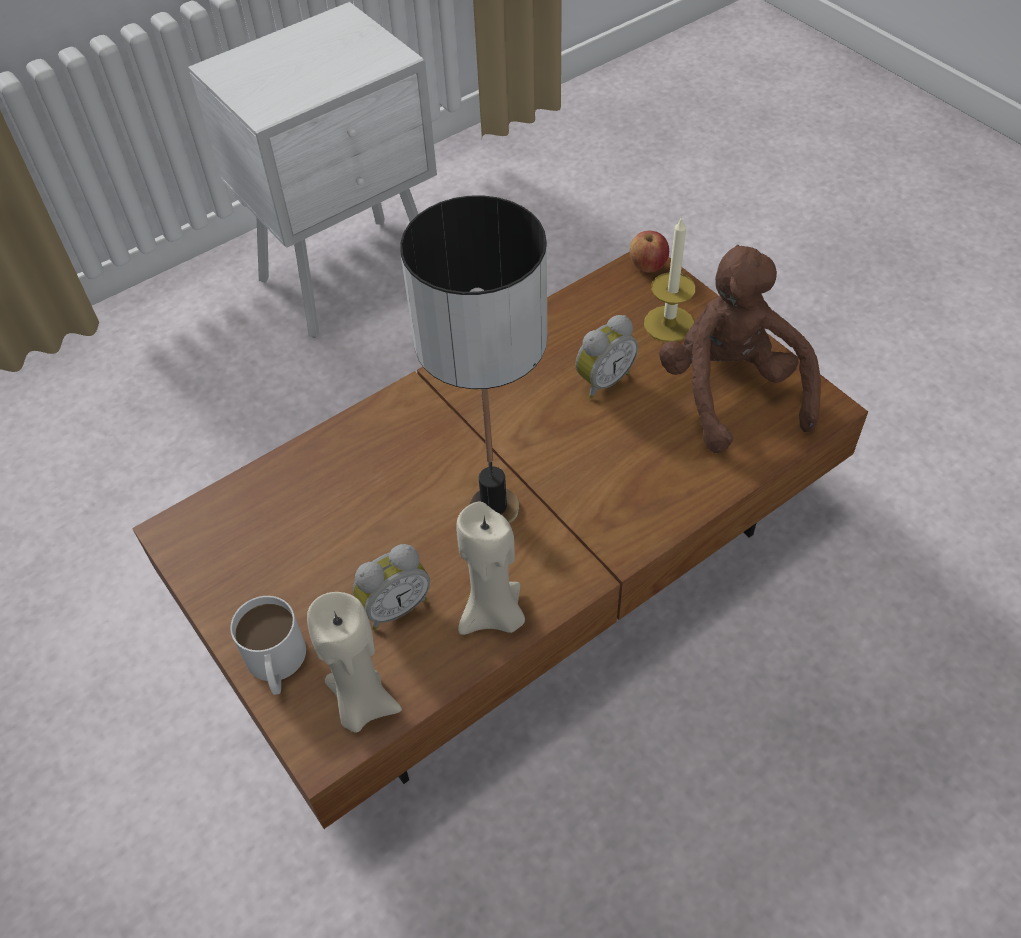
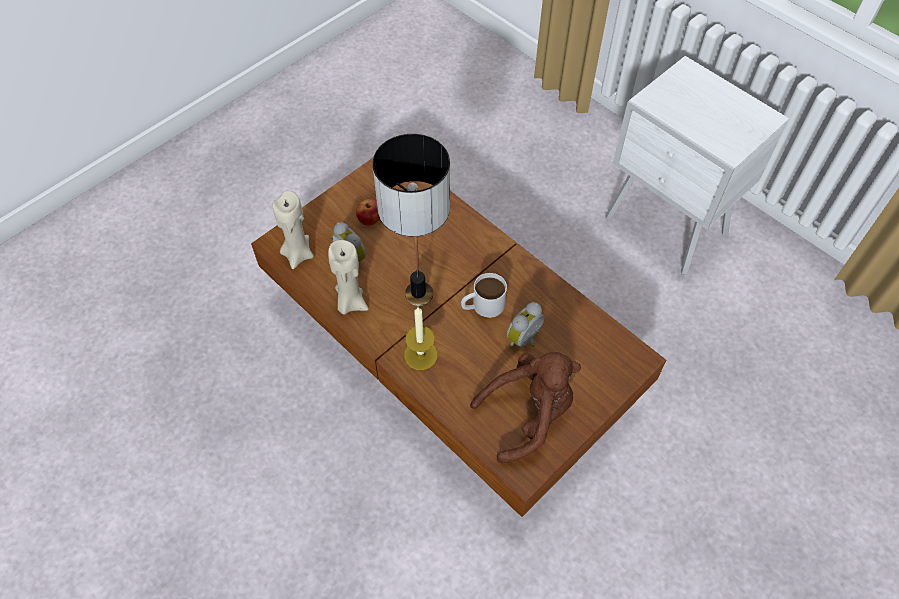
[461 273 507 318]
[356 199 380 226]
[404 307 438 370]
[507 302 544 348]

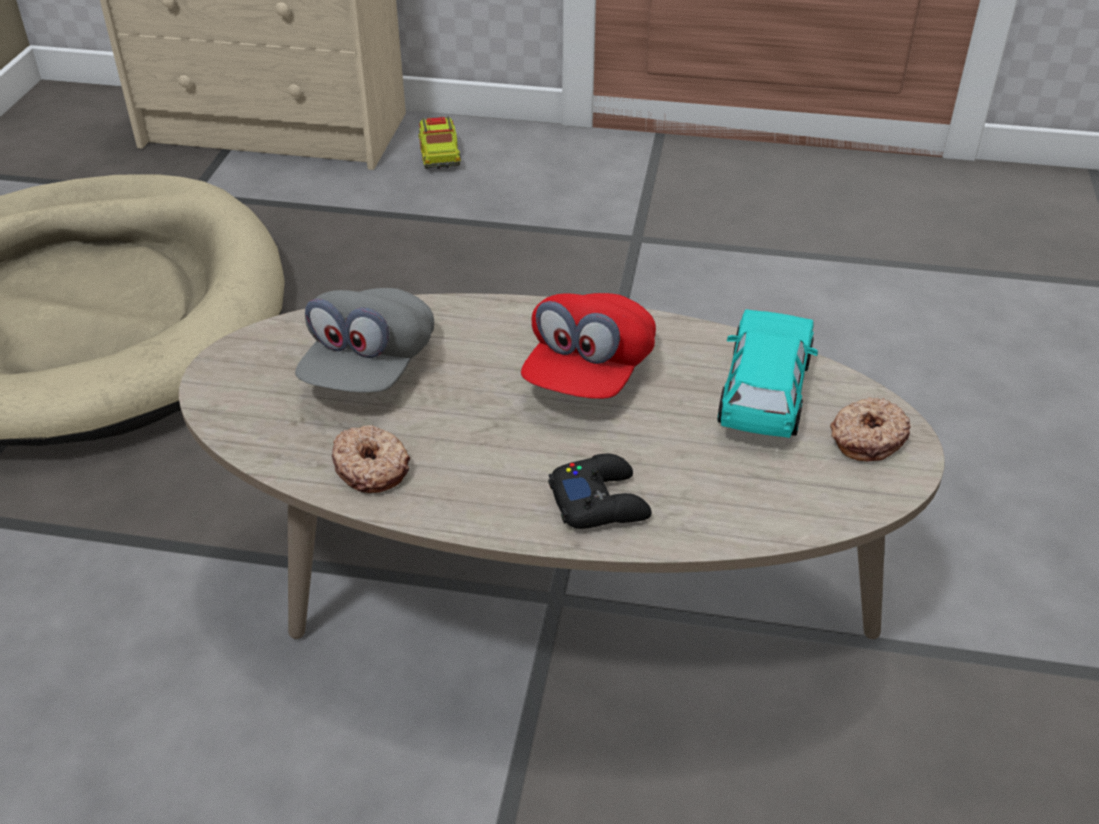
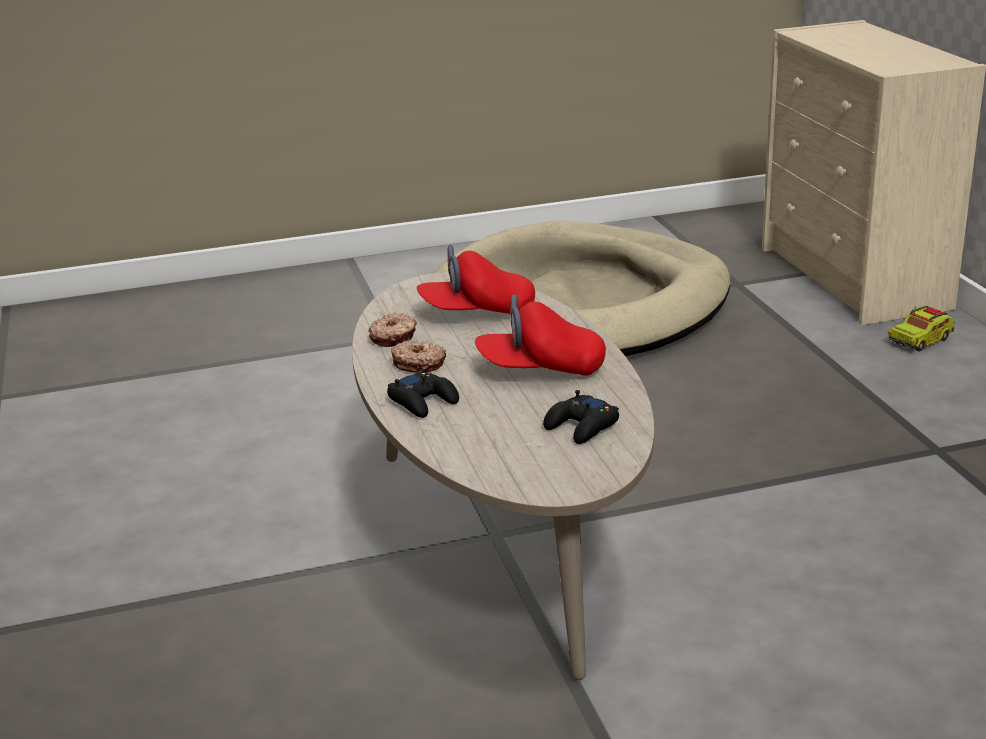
[391 340 446 373]
[543 390 619 444]
[417 245 535 314]

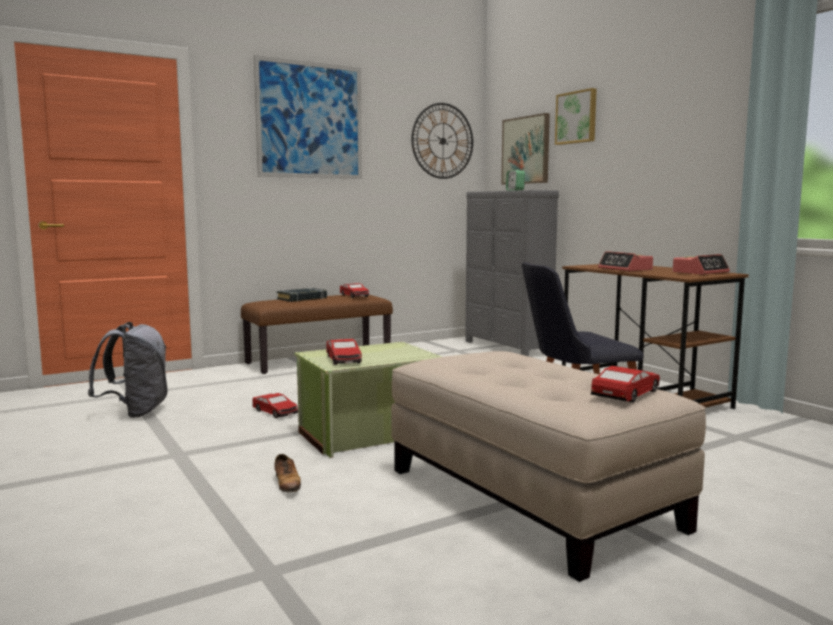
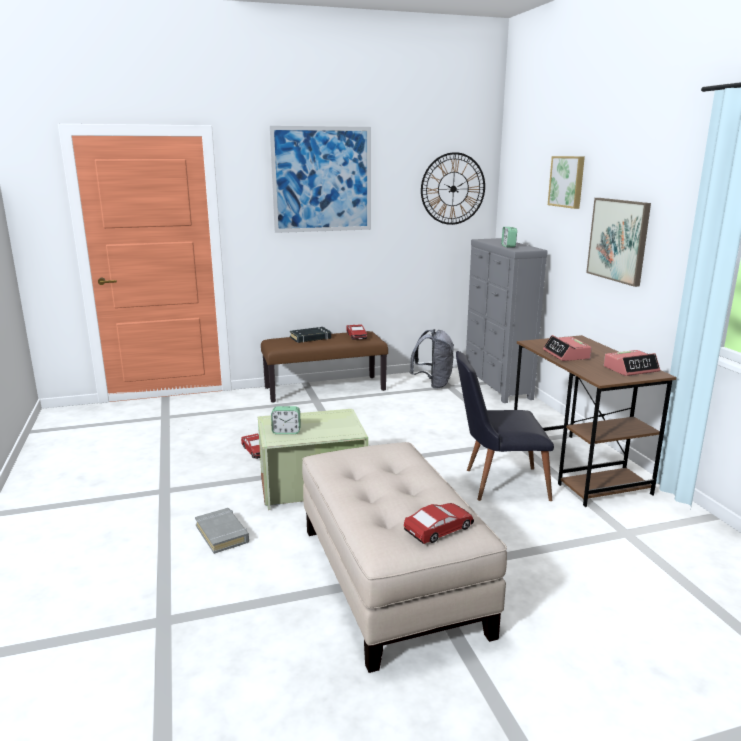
[410 329 454 389]
[586 198 651 287]
[195 508 249 554]
[271 406 301 434]

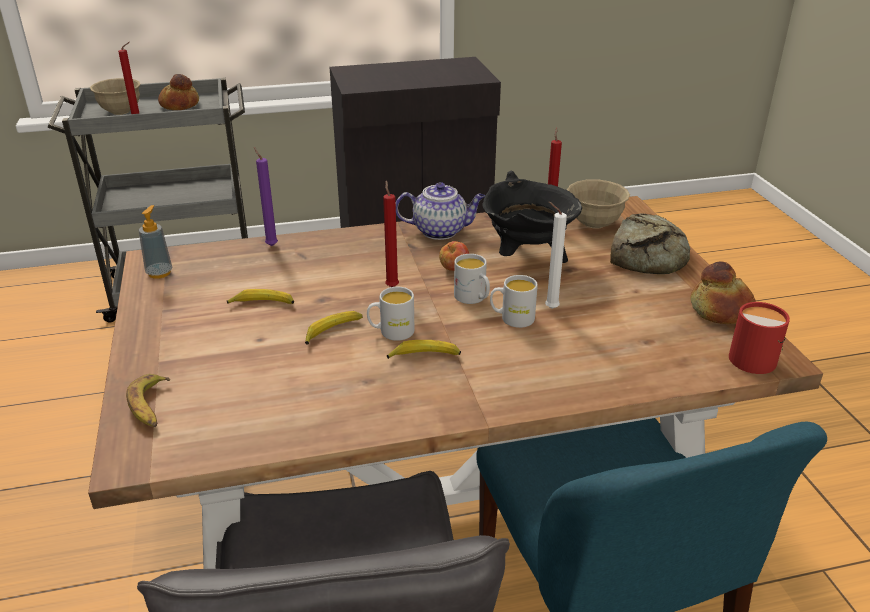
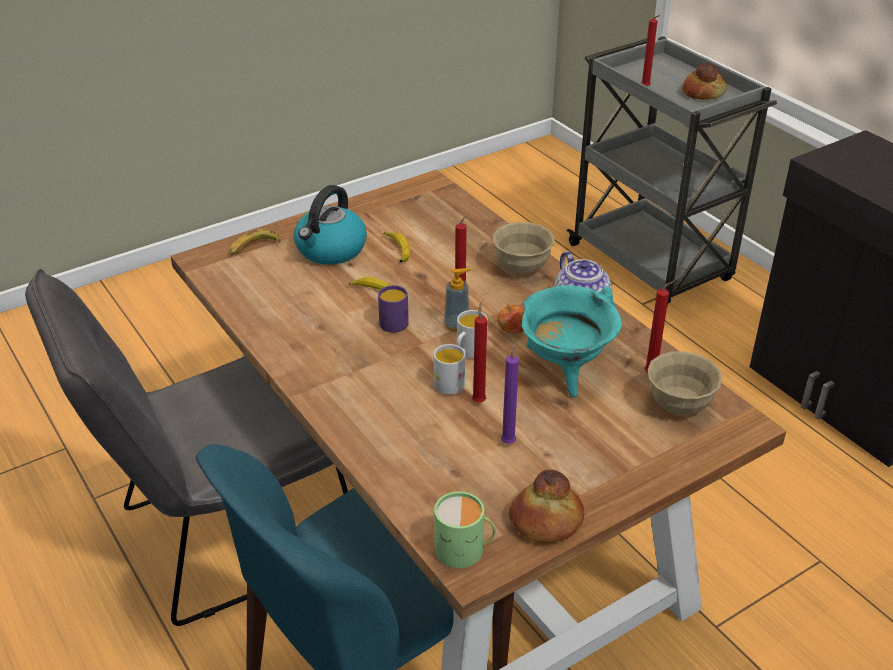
[387 340 461 359] (first image)
[610 213 690 274] (first image)
[294 185 367 265]
[492 222 555 274]
[444 268 471 332]
[501 342 519 444]
[378 285 409 332]
[522 285 622 398]
[472 302 487 403]
[434 491 496 568]

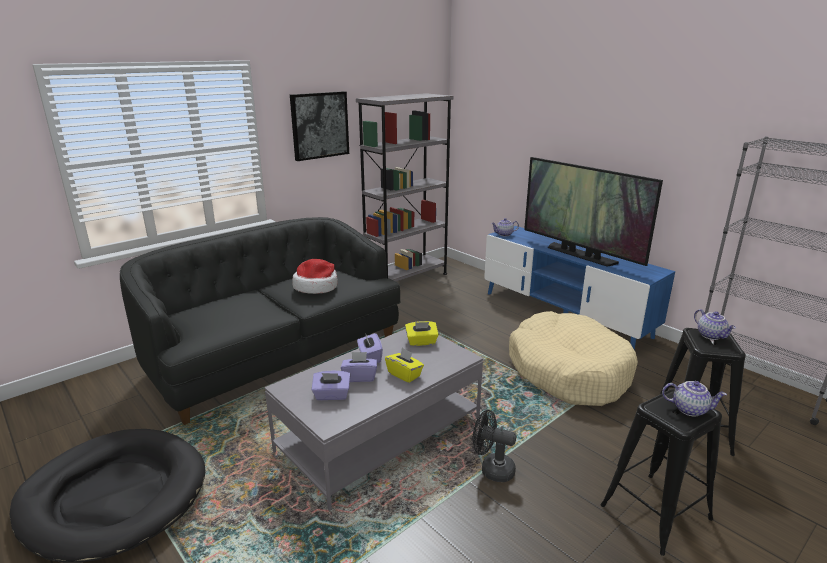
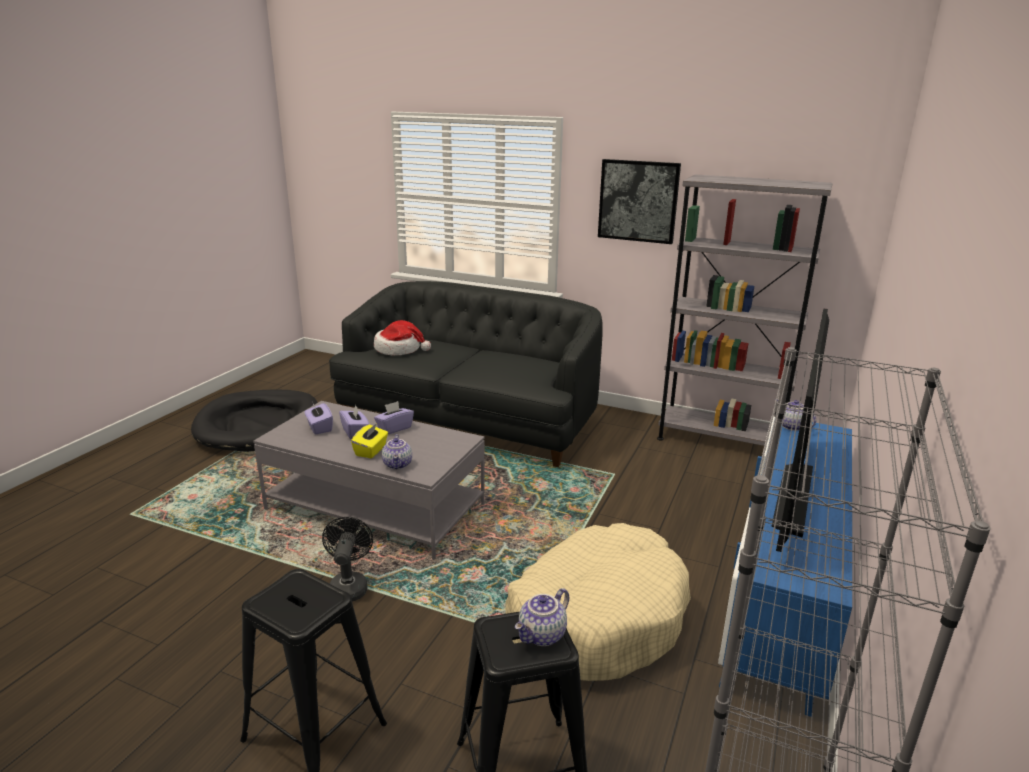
[405 321 439 346] (first image)
[374 320 431 355]
[382 434 412 470]

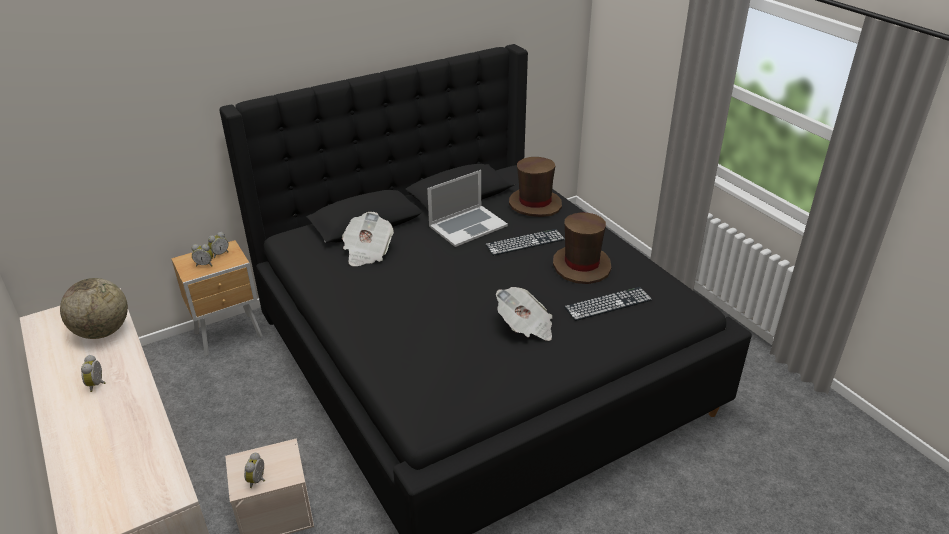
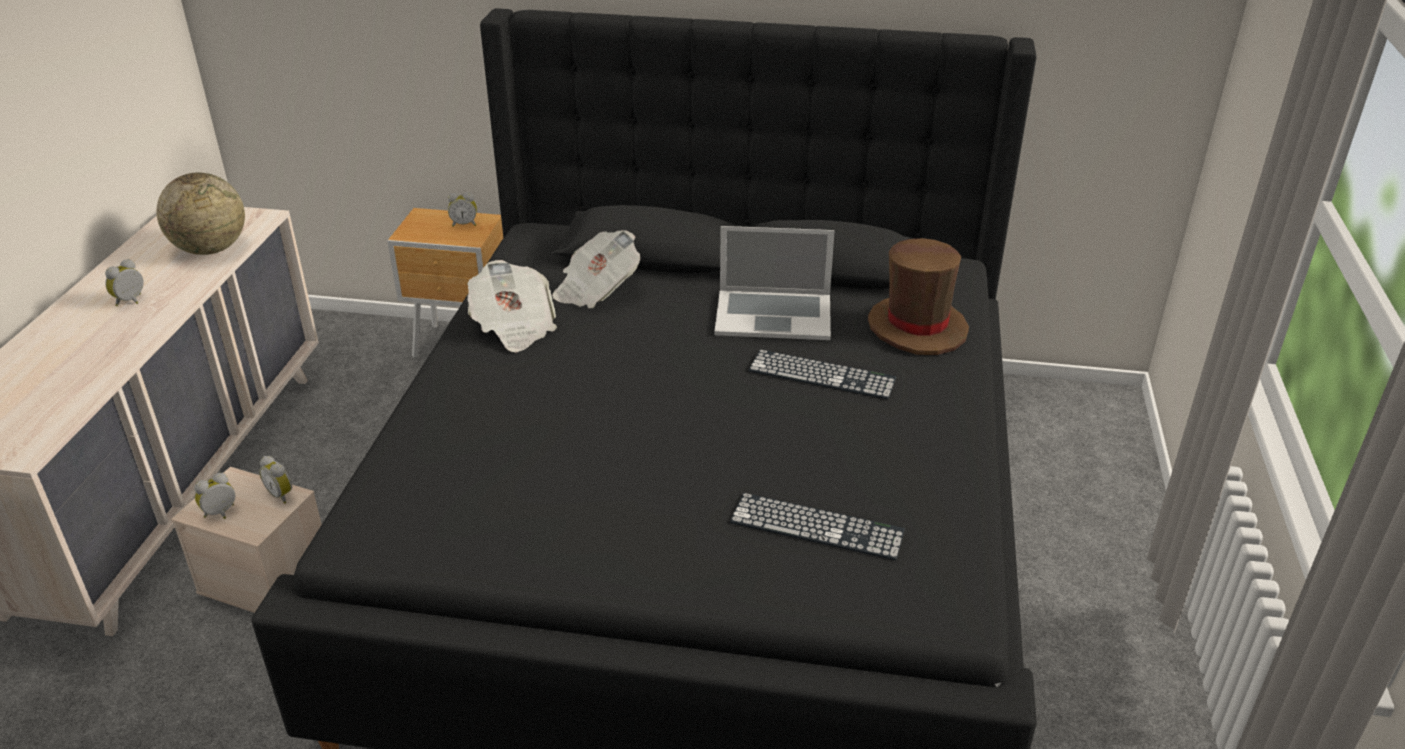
[553 212 611 284] (first image)
[259 456 292 504]
[467 260 557 353]

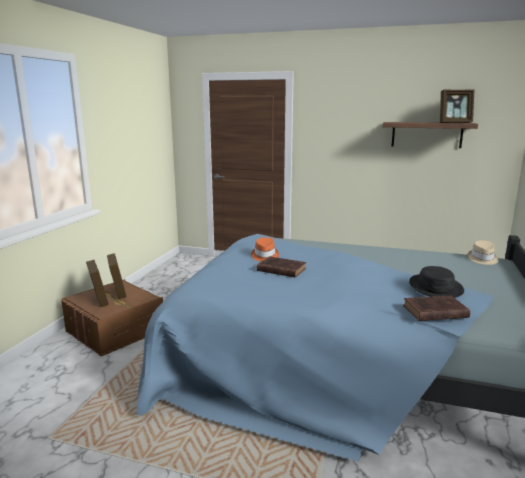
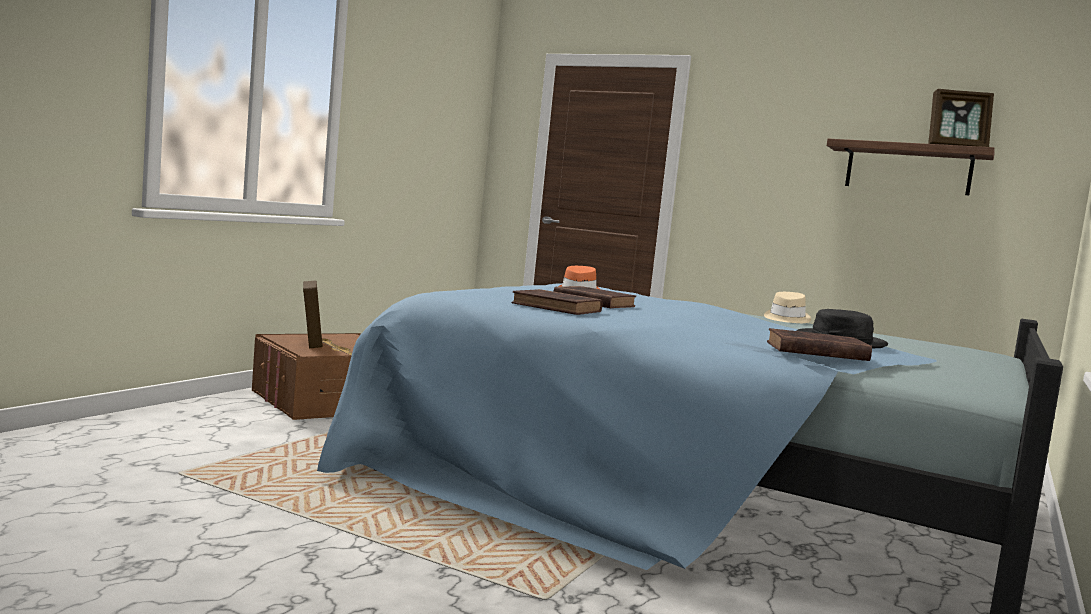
[107 253 126 299] (first image)
[512 289 602 315]
[764 292 811 323]

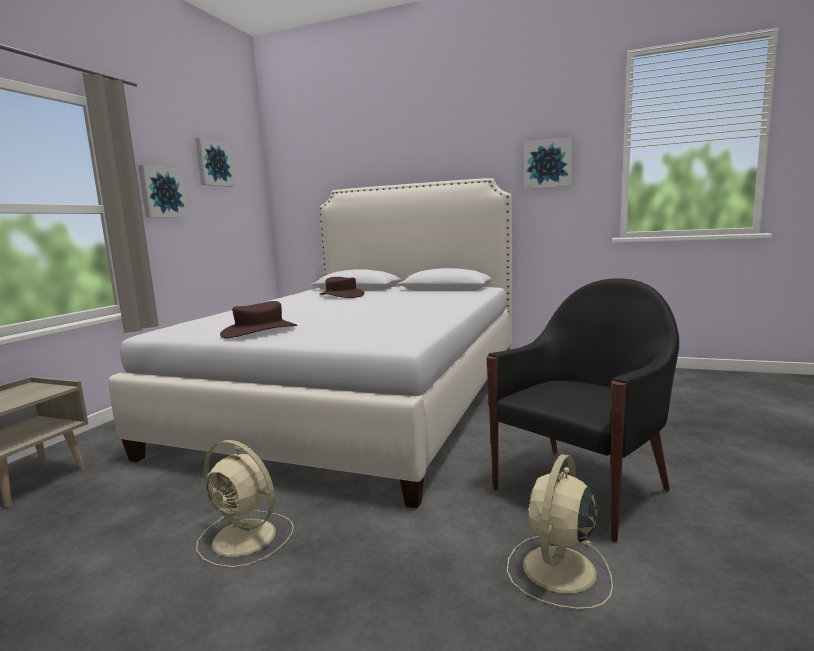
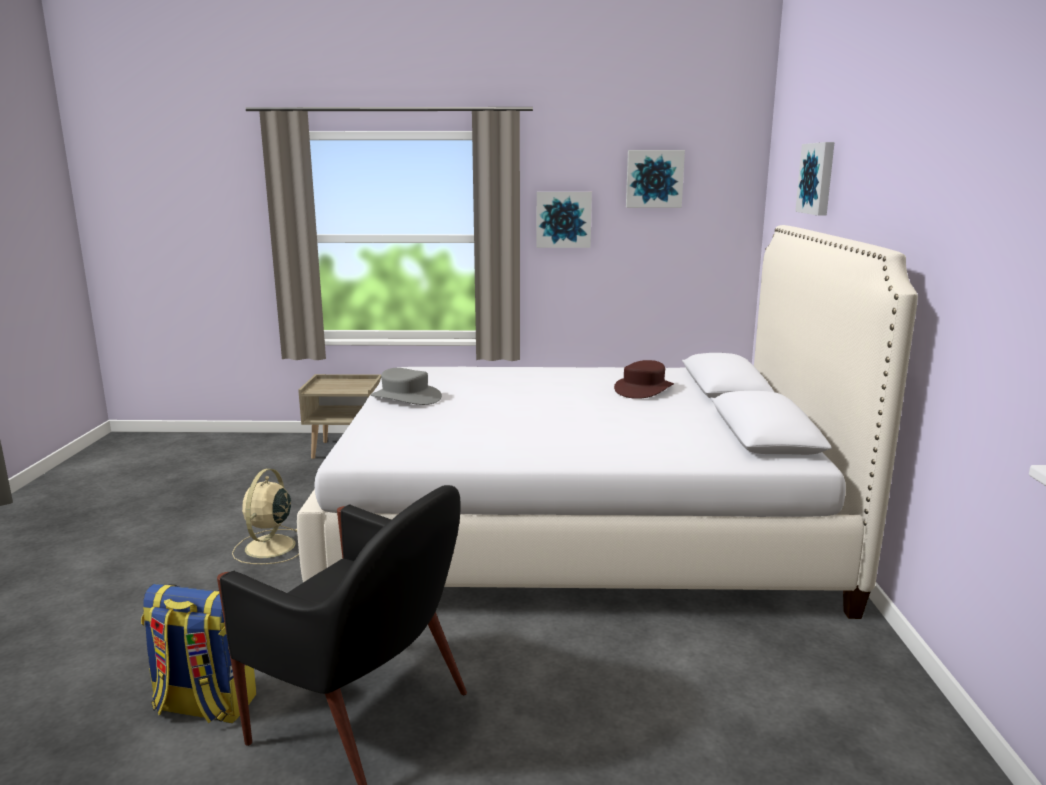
[795 142 835 216]
[141 584 256 723]
[371 368 442 405]

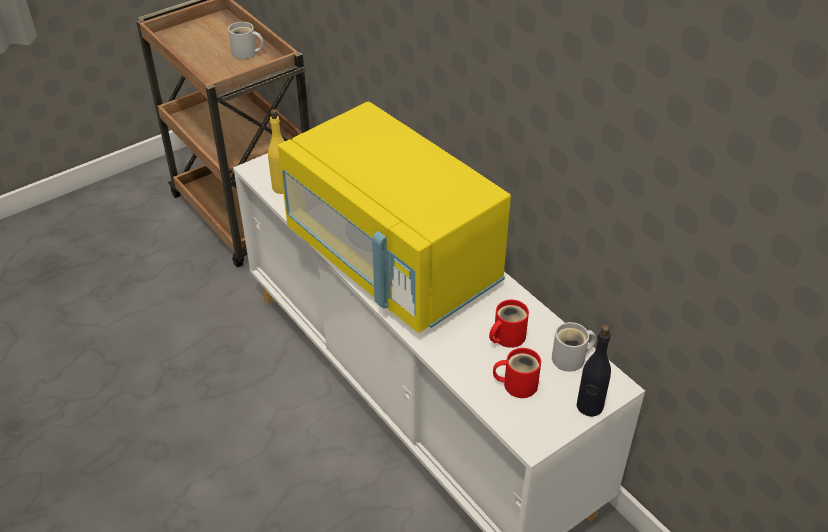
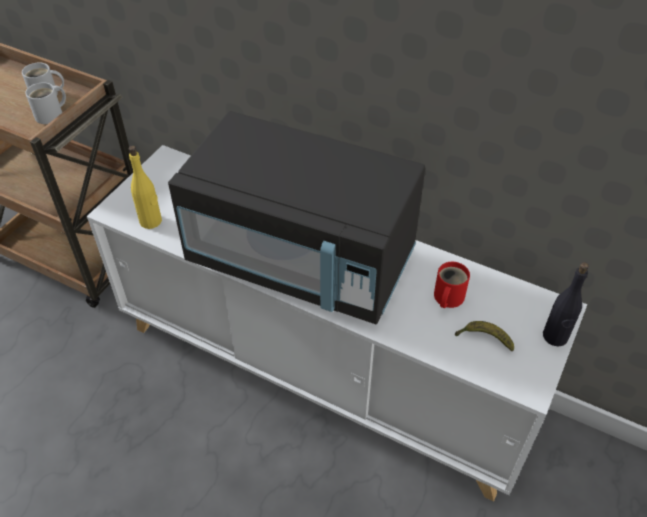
[25 82 66 124]
[455 321 514 351]
[168 111 425 324]

